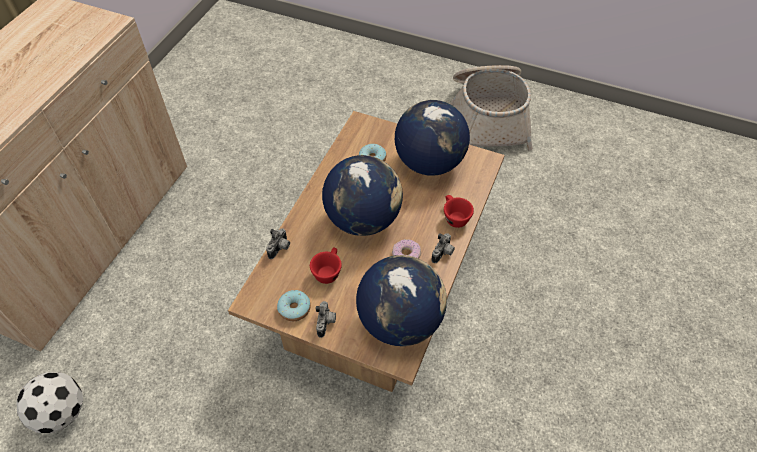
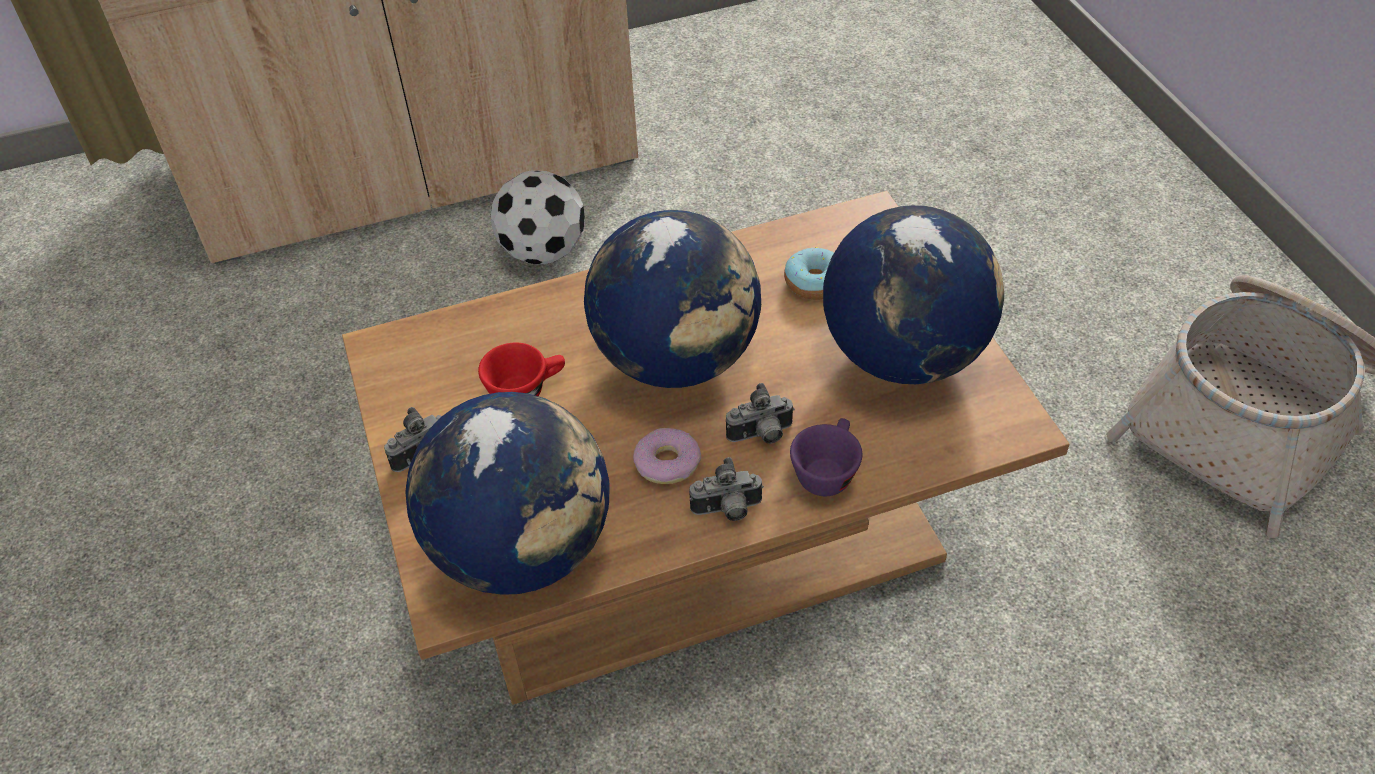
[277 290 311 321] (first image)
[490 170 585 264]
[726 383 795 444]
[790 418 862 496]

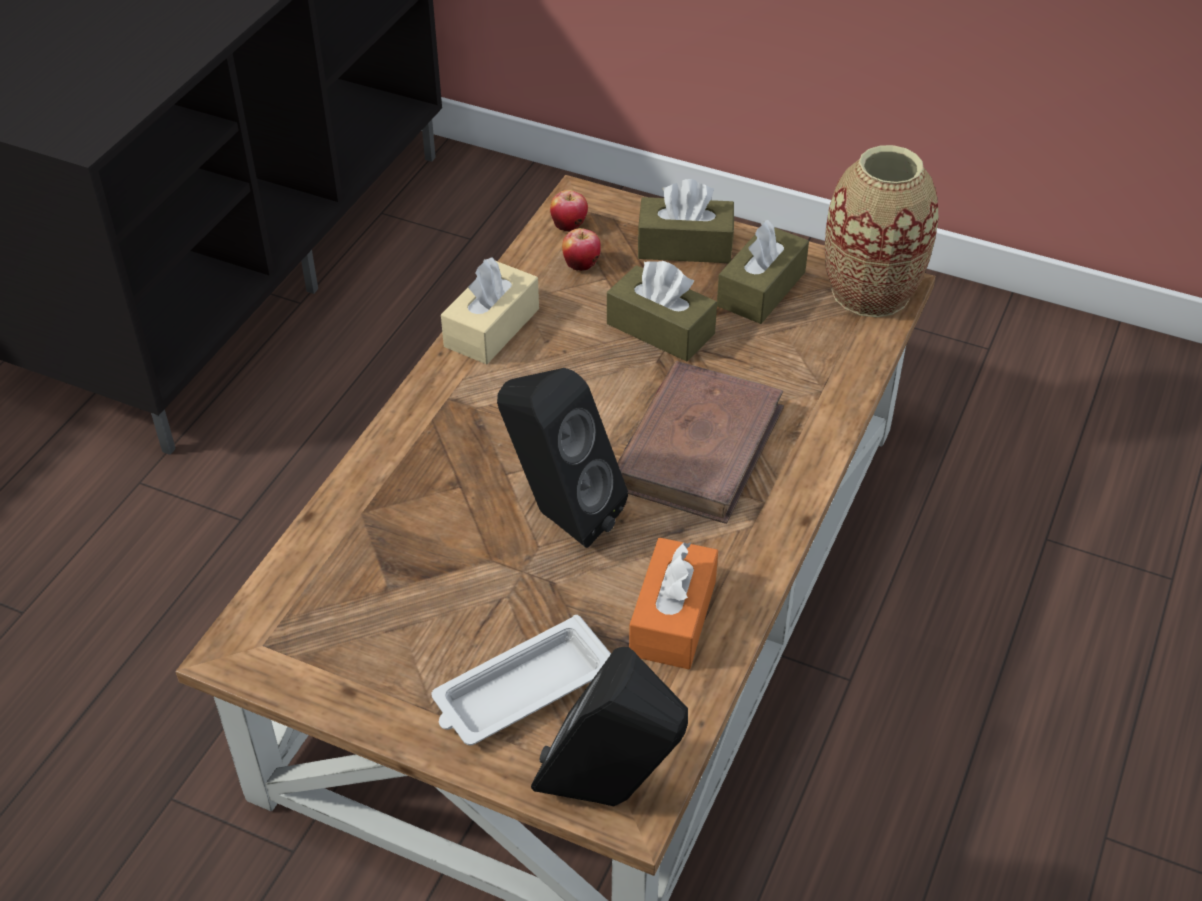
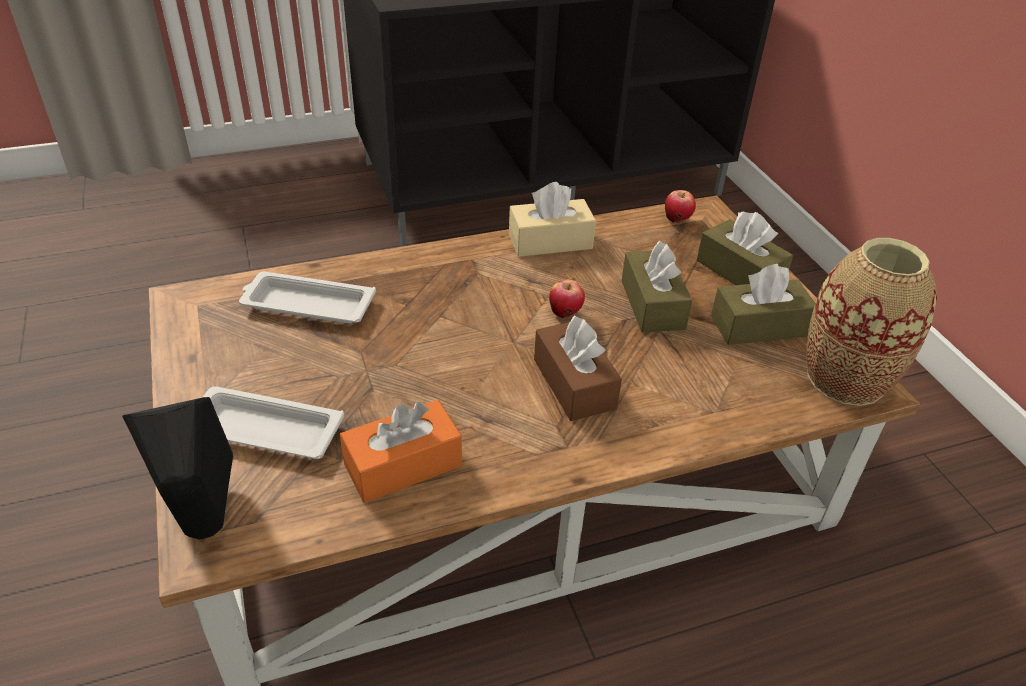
[497 368 628 548] (first image)
[239 272 376 323]
[549 280 585 318]
[534 316 622 421]

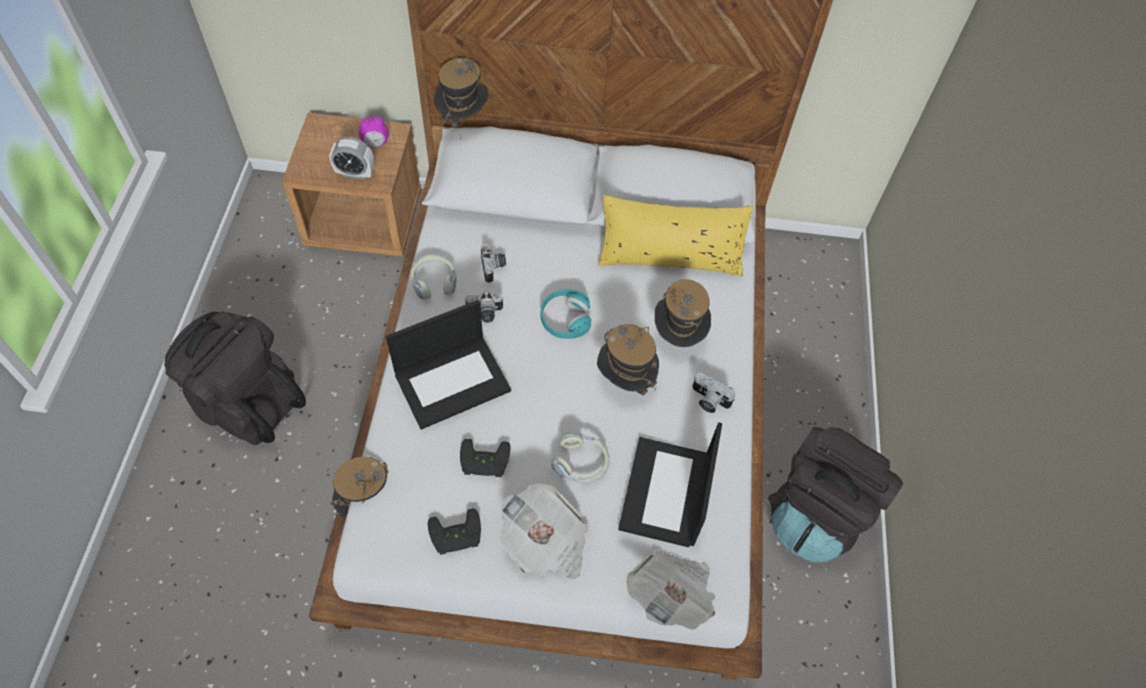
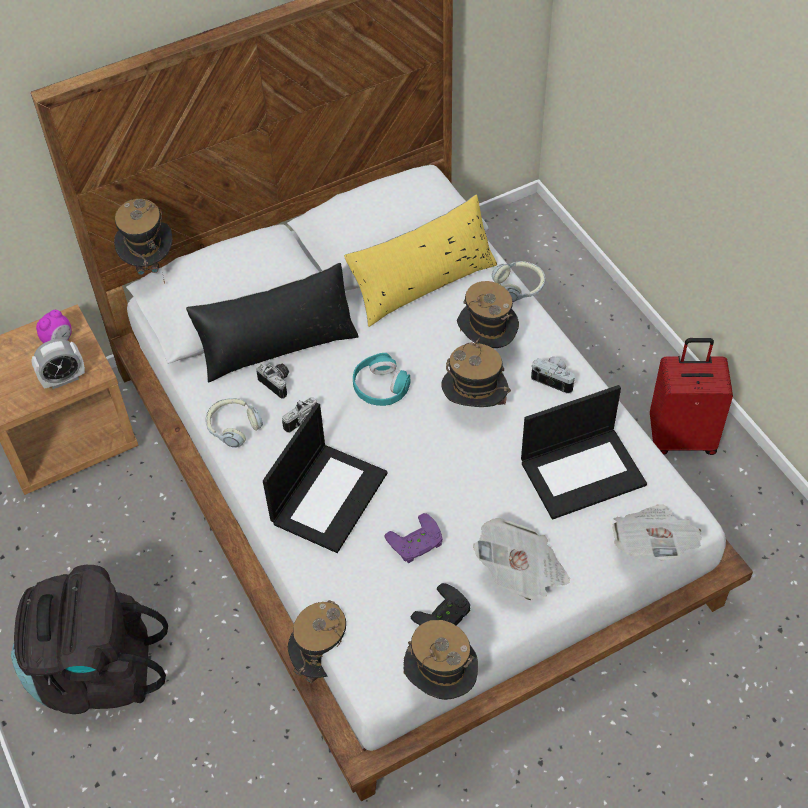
[186 263 359 382]
[403 620 478 700]
[492 261 545 302]
[650 338 733 455]
[384 513 443 563]
[521 385 647 520]
[531 357 575 394]

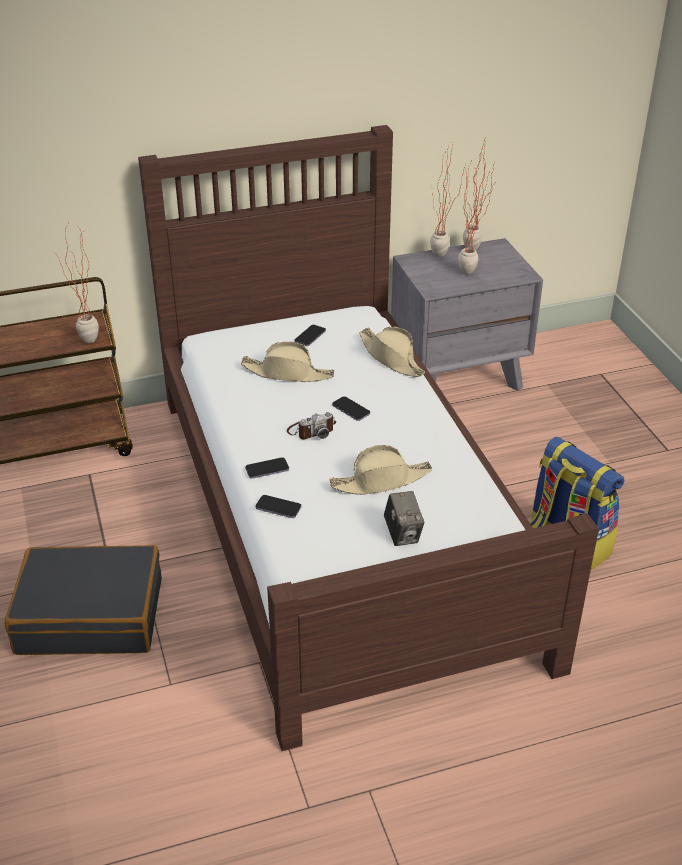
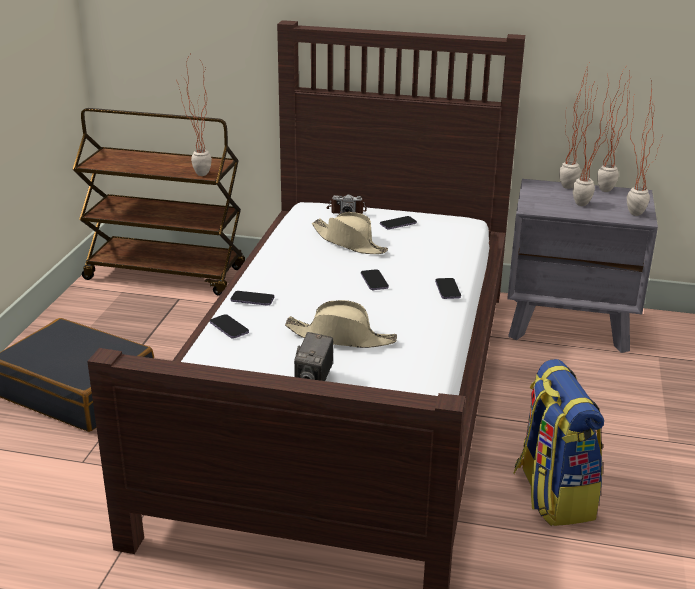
[359 327 425 377] (first image)
[435 278 461 299]
[627 80 662 216]
[326 194 367 214]

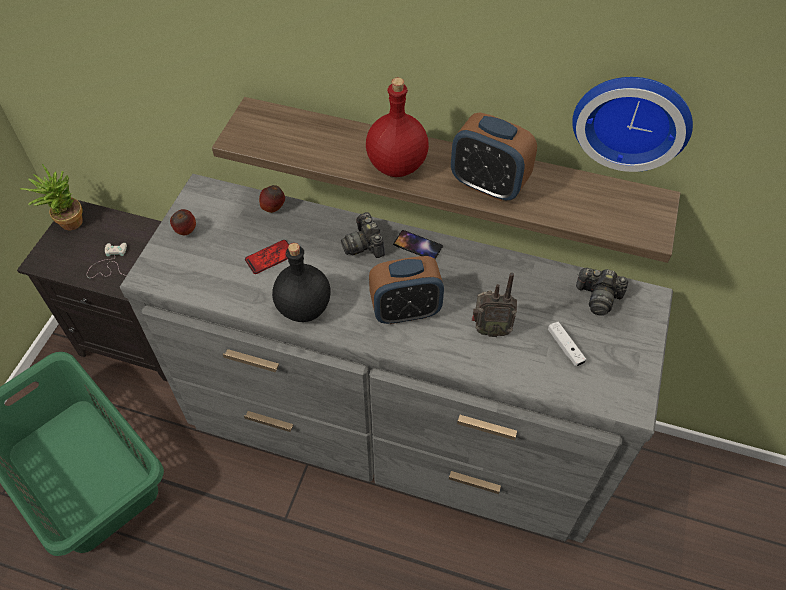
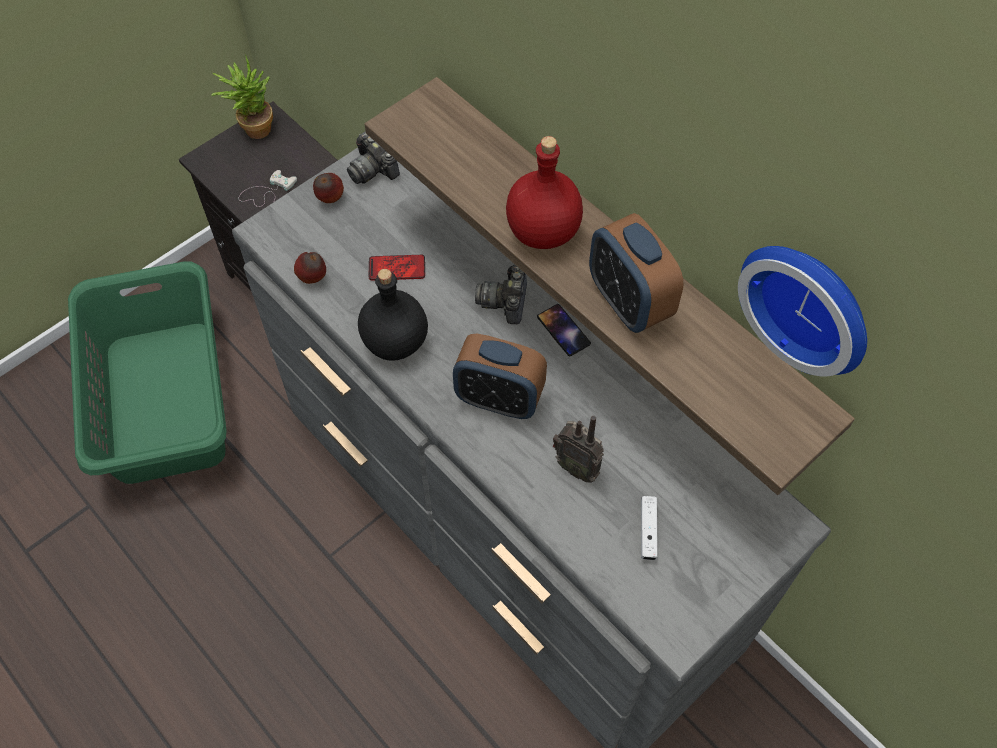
[294 252 326 284]
[347 131 400 184]

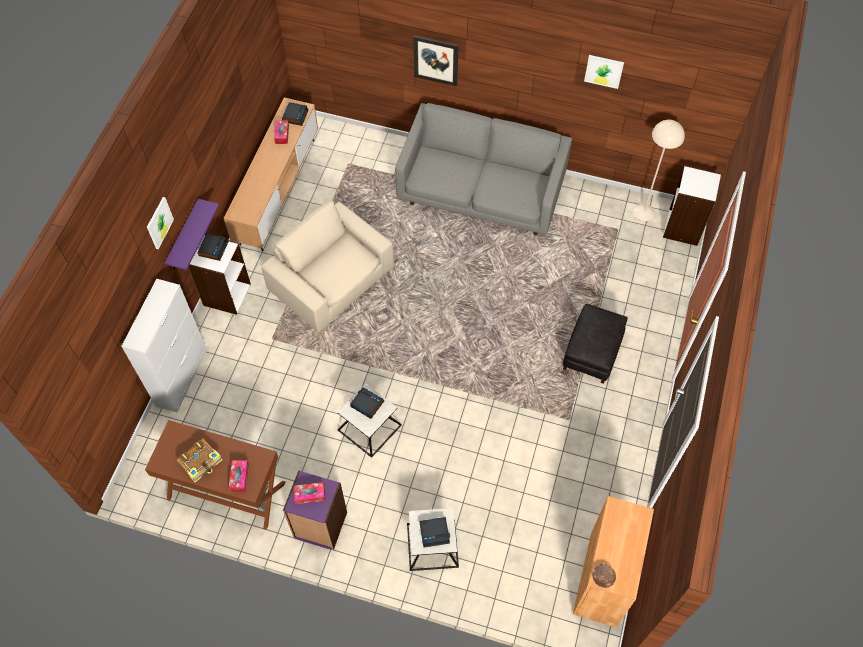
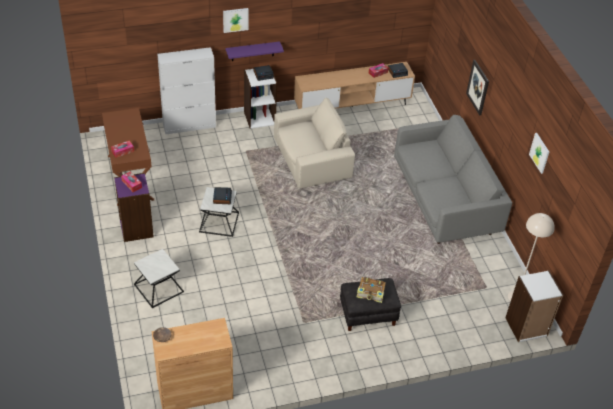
[419 517 450 548] (first image)
[357 277 386 303]
[274 98 355 189]

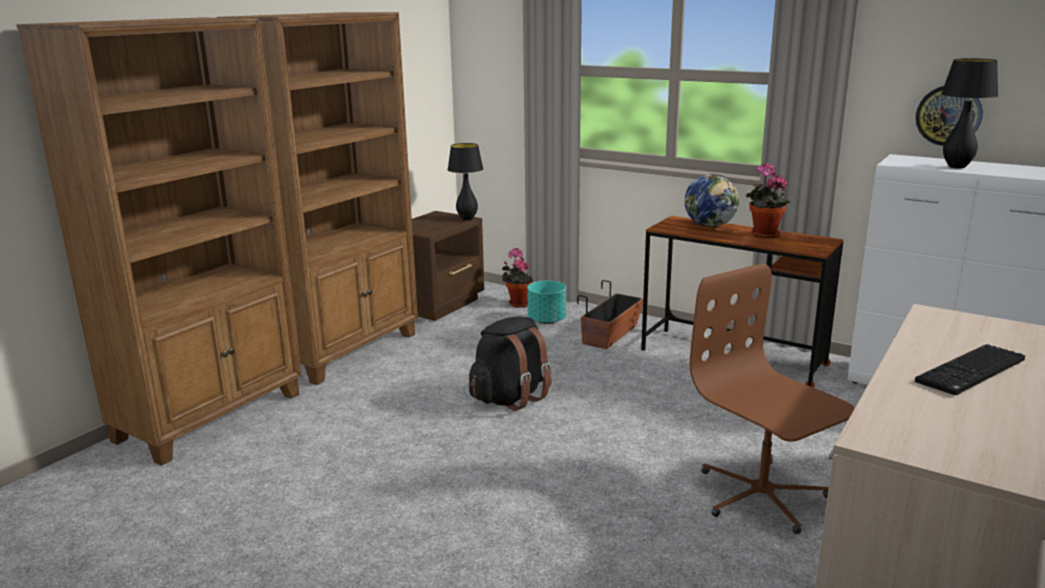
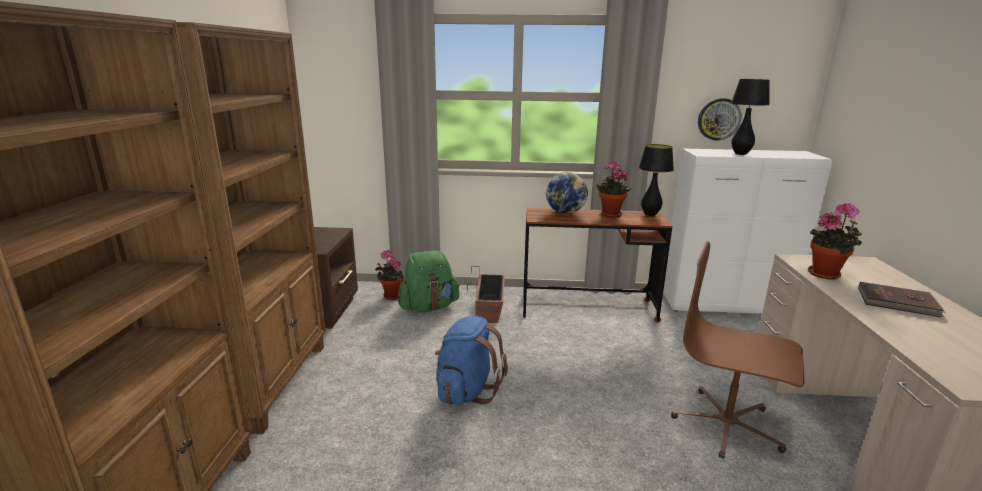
[808 203 862 280]
[639 144 674 216]
[398 250 460 312]
[858 282 946 317]
[435 316 508 406]

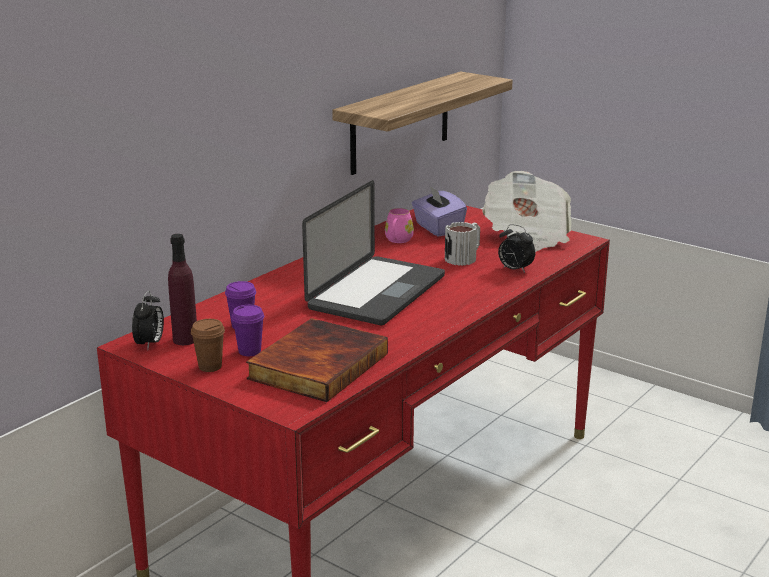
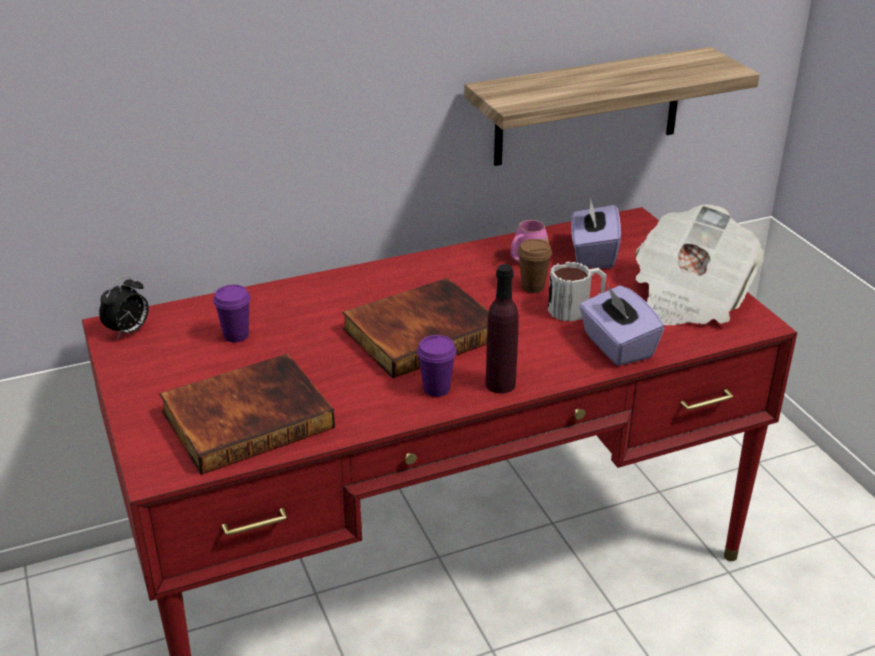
[486 264 519 394]
[518 239 552 293]
[417 335 456 397]
[342 278 489 378]
[579 285 664 366]

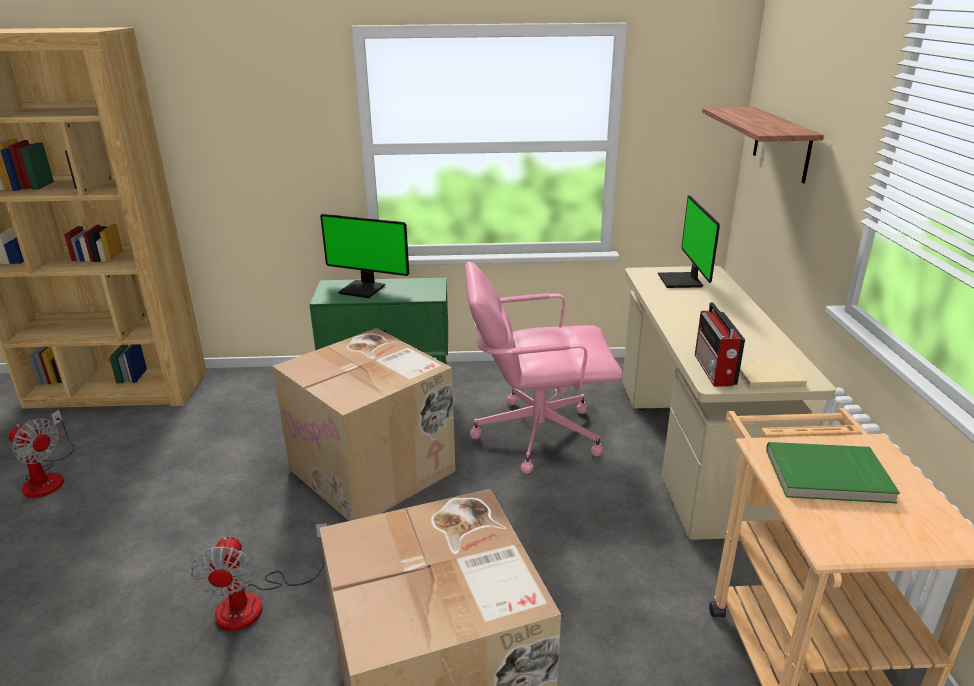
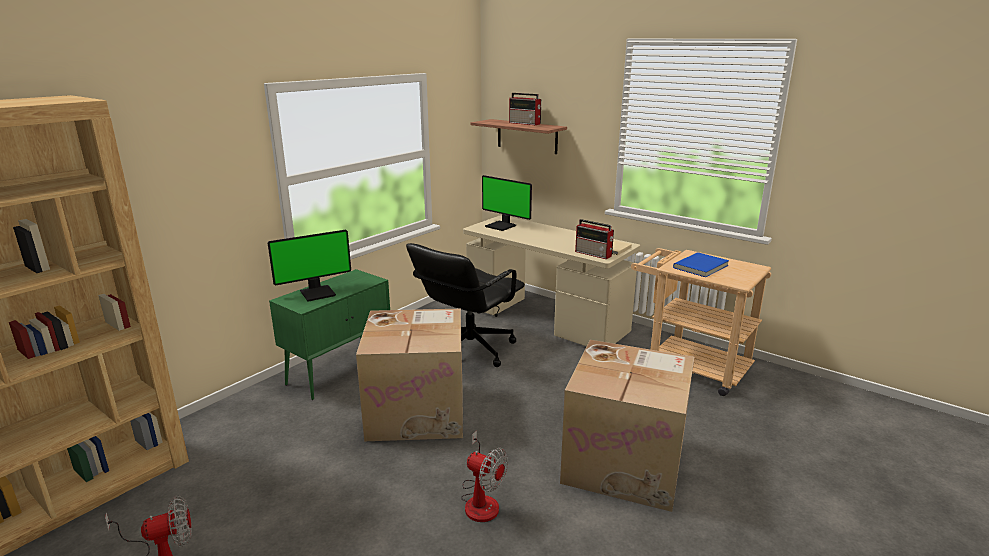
[509 93 541 125]
[406 243 525 367]
[673 252 729 277]

